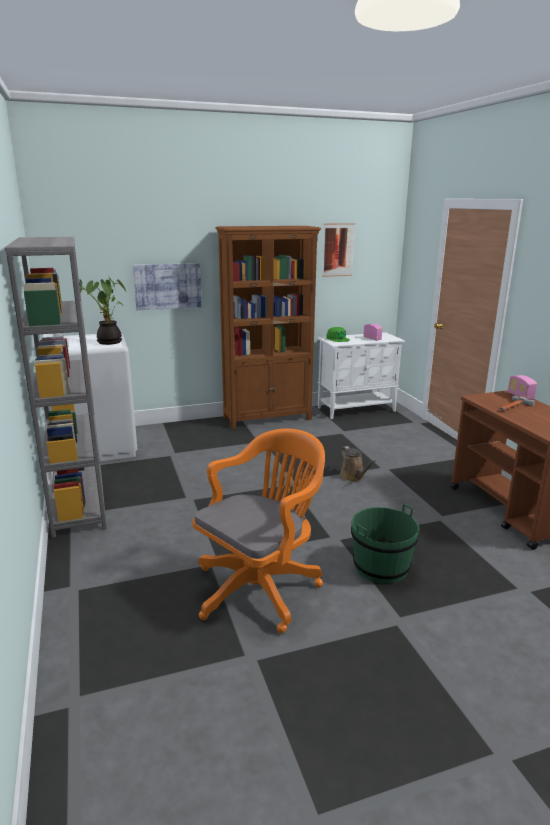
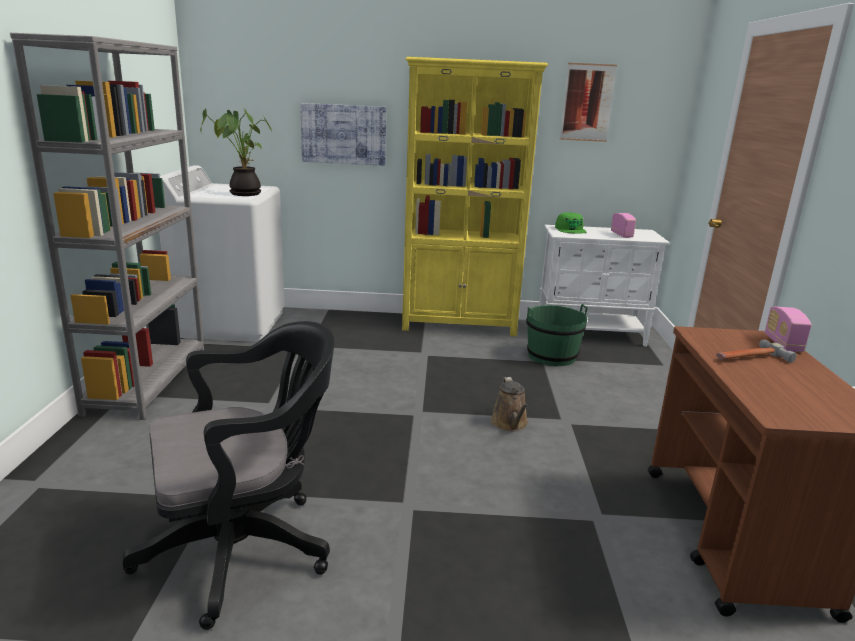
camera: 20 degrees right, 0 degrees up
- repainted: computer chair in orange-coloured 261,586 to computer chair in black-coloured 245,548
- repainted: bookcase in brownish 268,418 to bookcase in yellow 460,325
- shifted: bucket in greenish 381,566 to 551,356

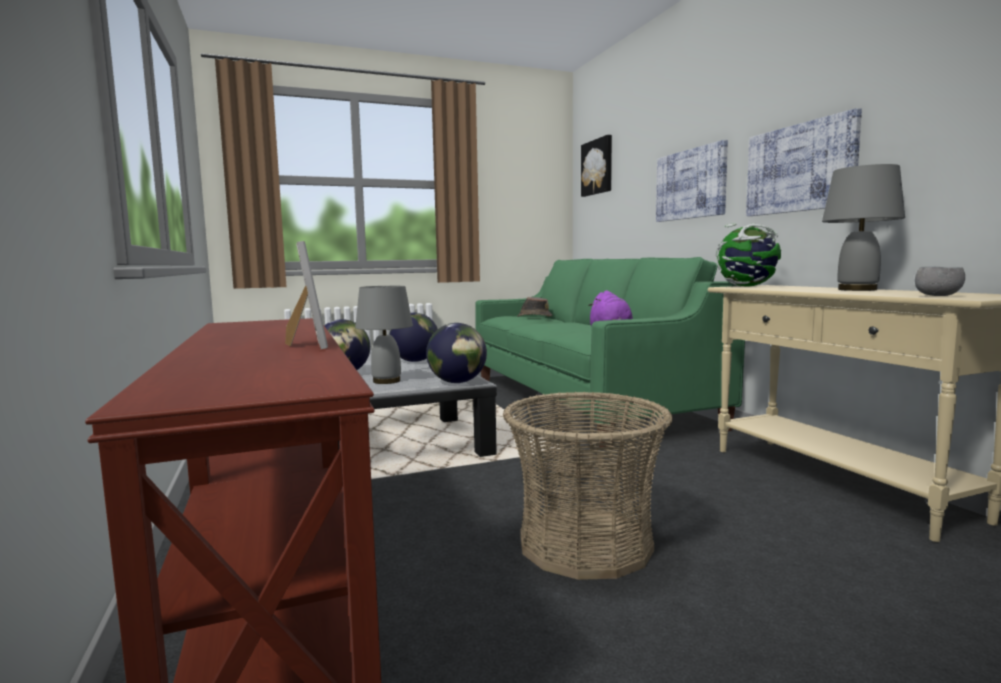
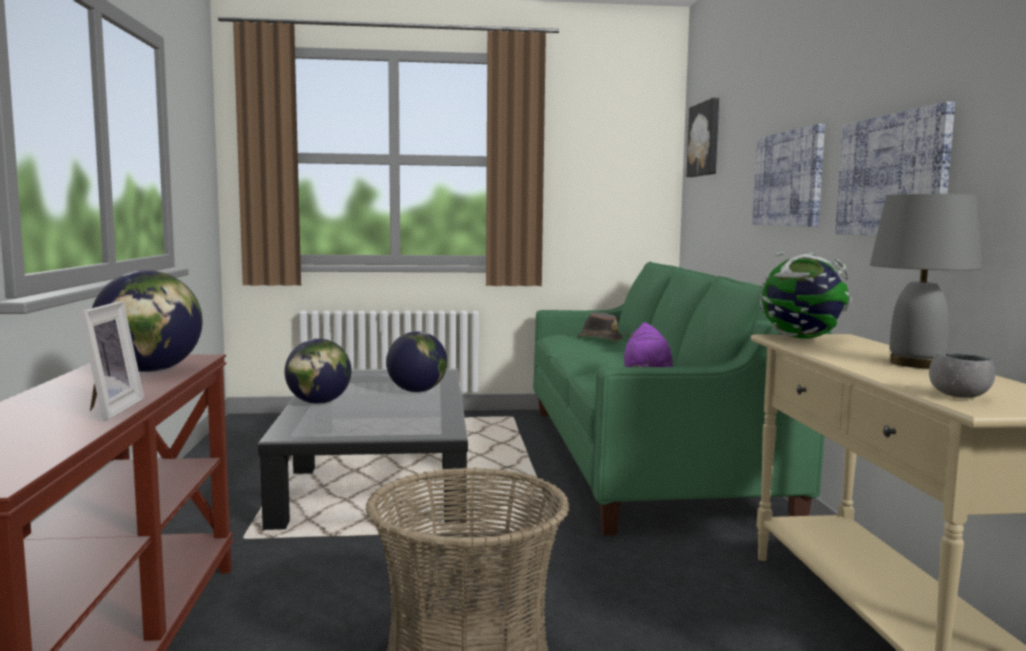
camera: 15 degrees right, 0 degrees up
- gone: tabletop lamp in gray 387,381
- shifted: globe 457,382 to 150,371

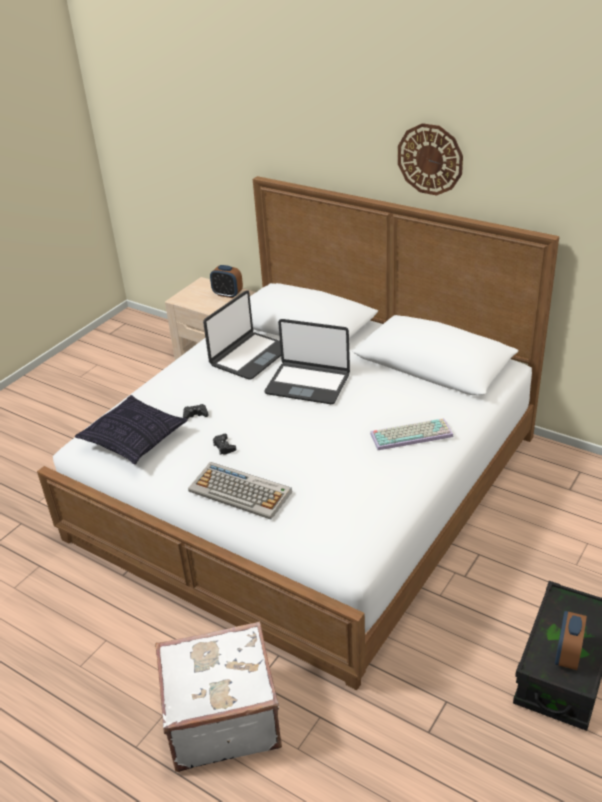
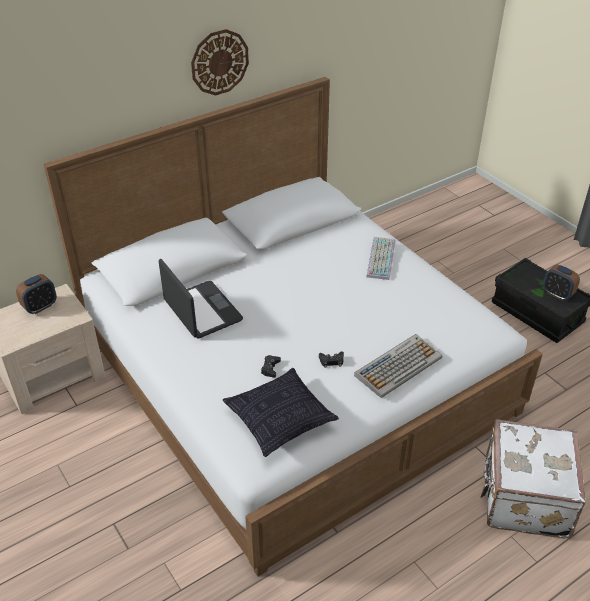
camera: 70 degrees left, 5 degrees up
- gone: notebook computer 308,383

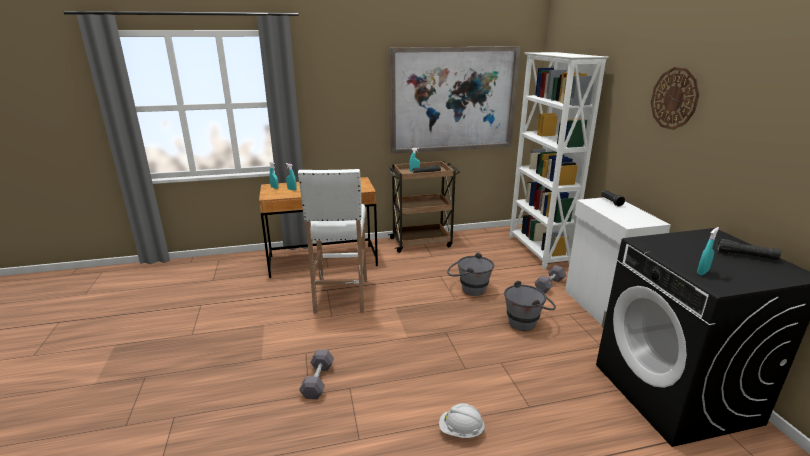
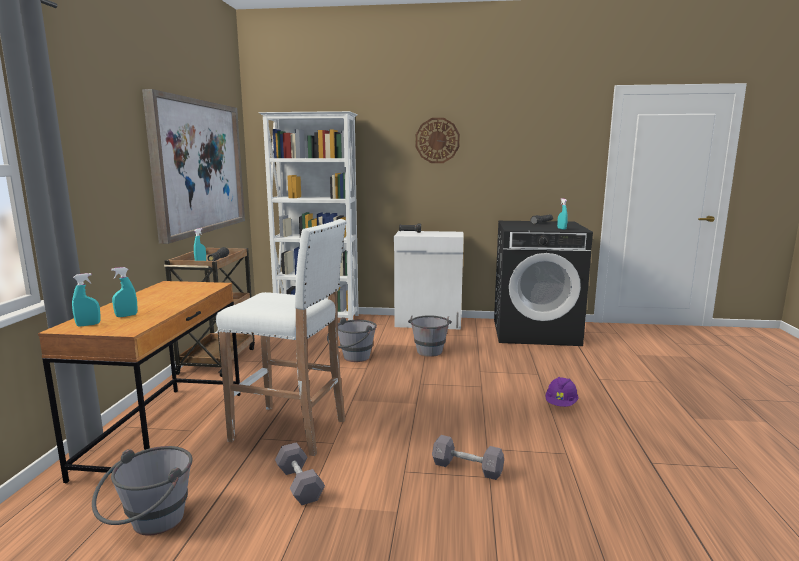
camera: 70 degrees left, 10 degrees down
- repainted: work helmet in whitish 461,431 to work helmet in purple-coloured 561,404
- shifted: hand weight in gray 549,285 to 299,484
- new: bucket in gray 150,526

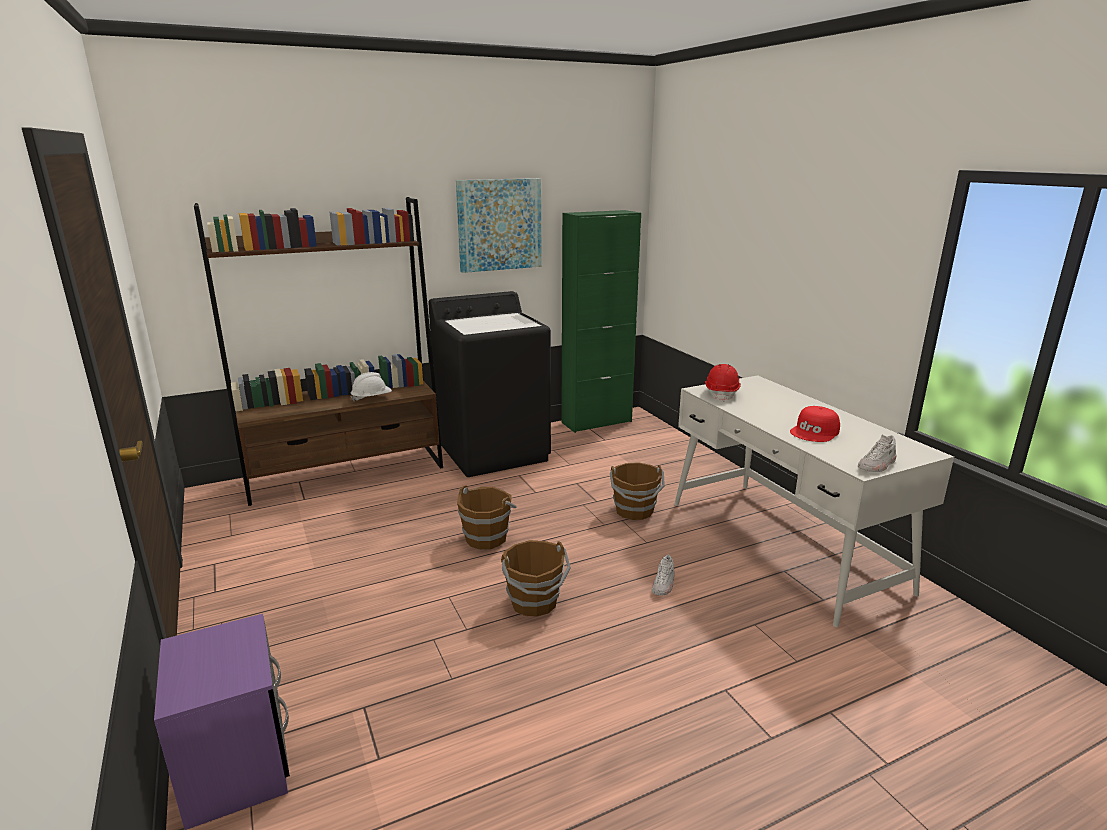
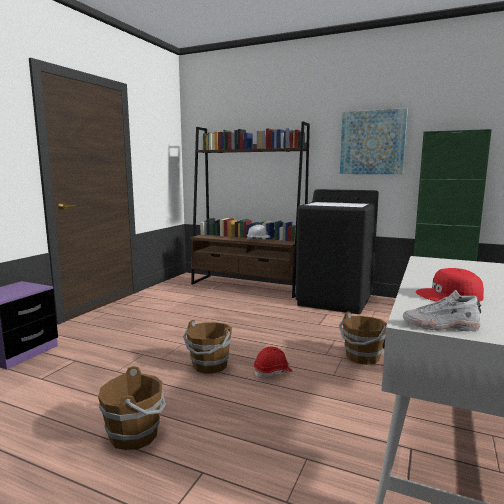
camera: 50 degrees right, 10 degrees down
- shifted: bucket in brownish 486,538 to 135,434
- gone: shoe in whitish 663,584
- shifted: work helmet in red-coloured 721,393 to 273,372

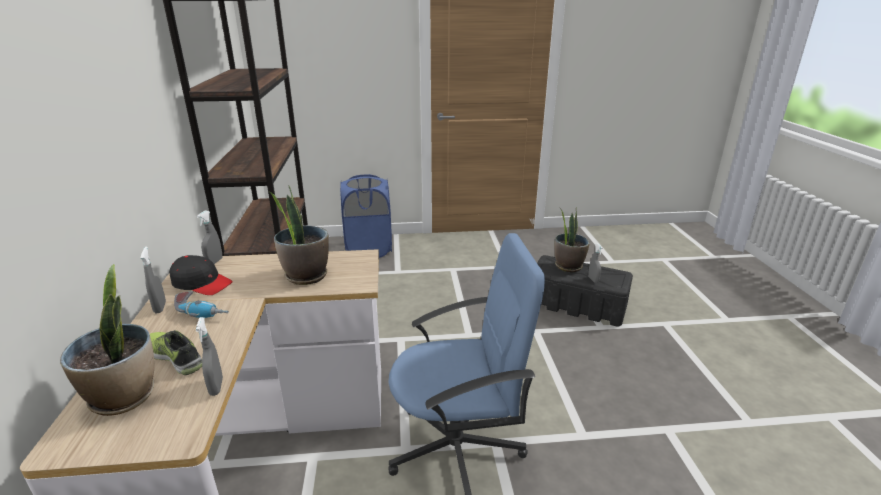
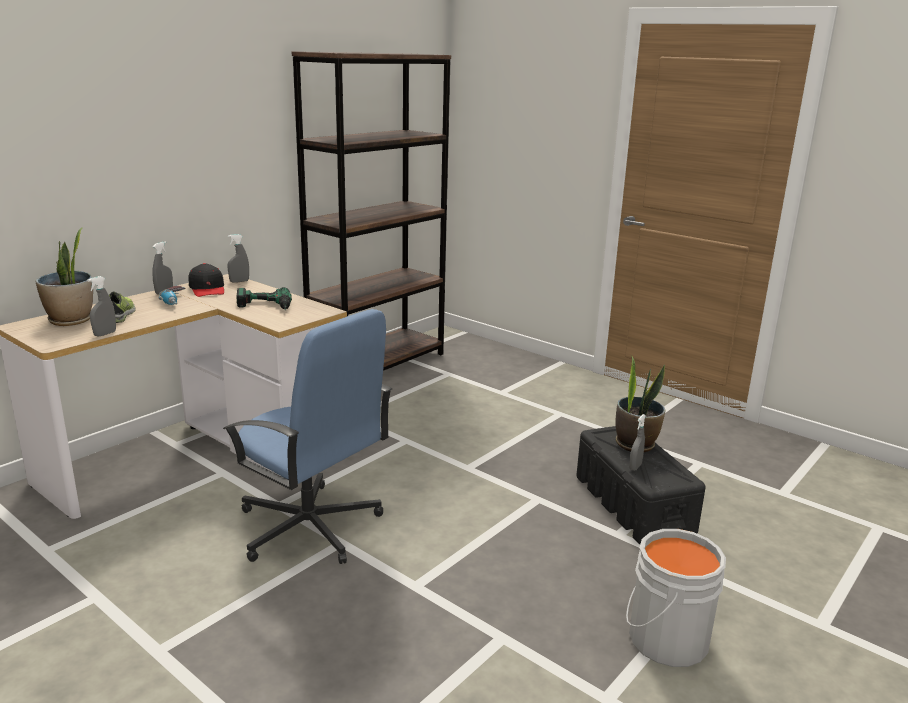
camera: 45 degrees right, 5 degrees down
- swapped: houseplant 306,275 to drill 264,307
- gone: laundry basket in bluish 369,249
- new: bucket in gray 663,638

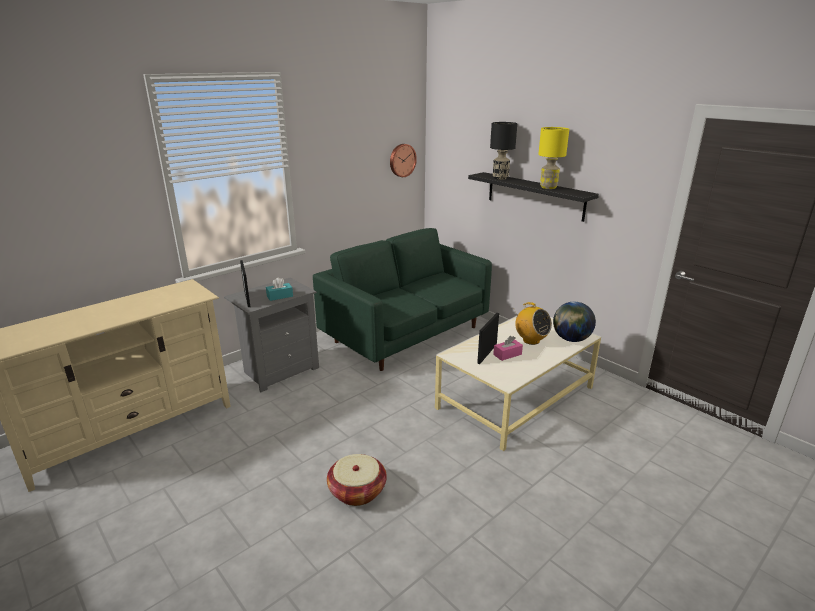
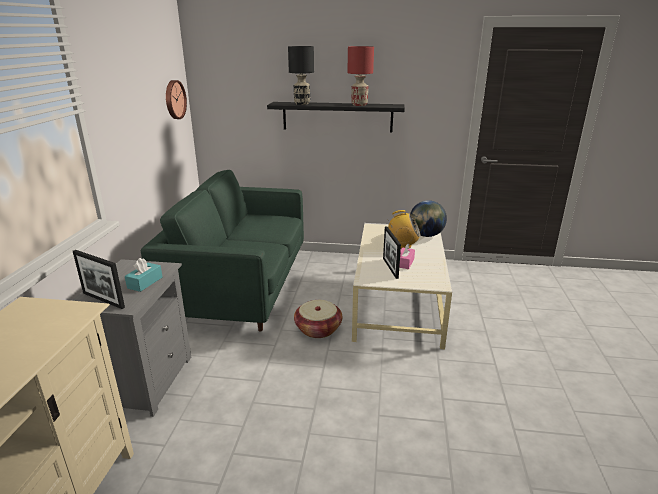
camera: 40 degrees left, 0 degrees up
- shifted: household basket 357,491 to 318,329
- repainted: tabletop lamp in yellow 548,187 to tabletop lamp in red-coloured 359,105

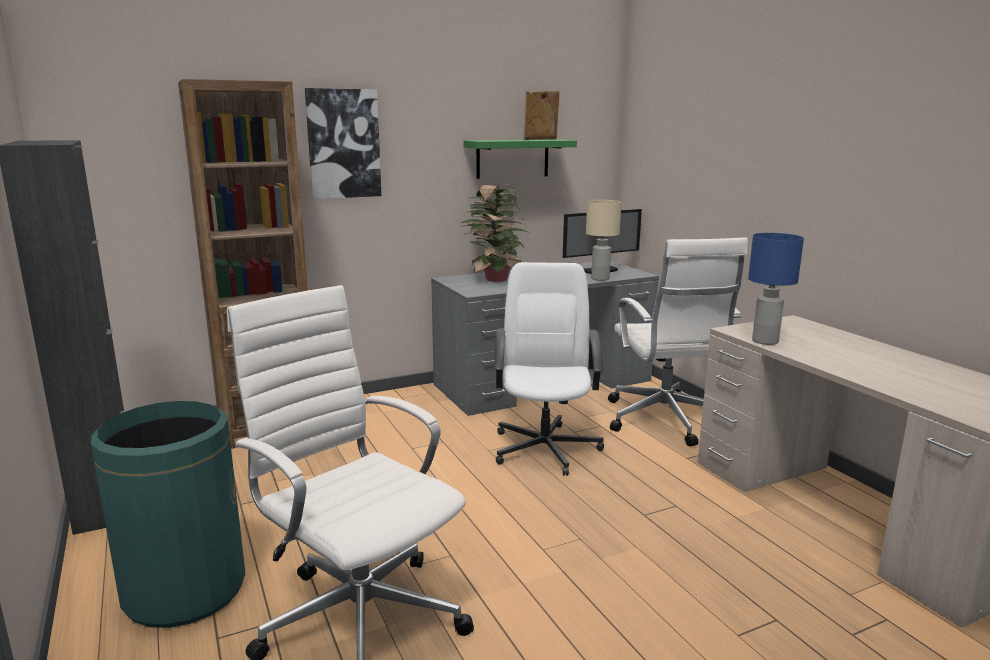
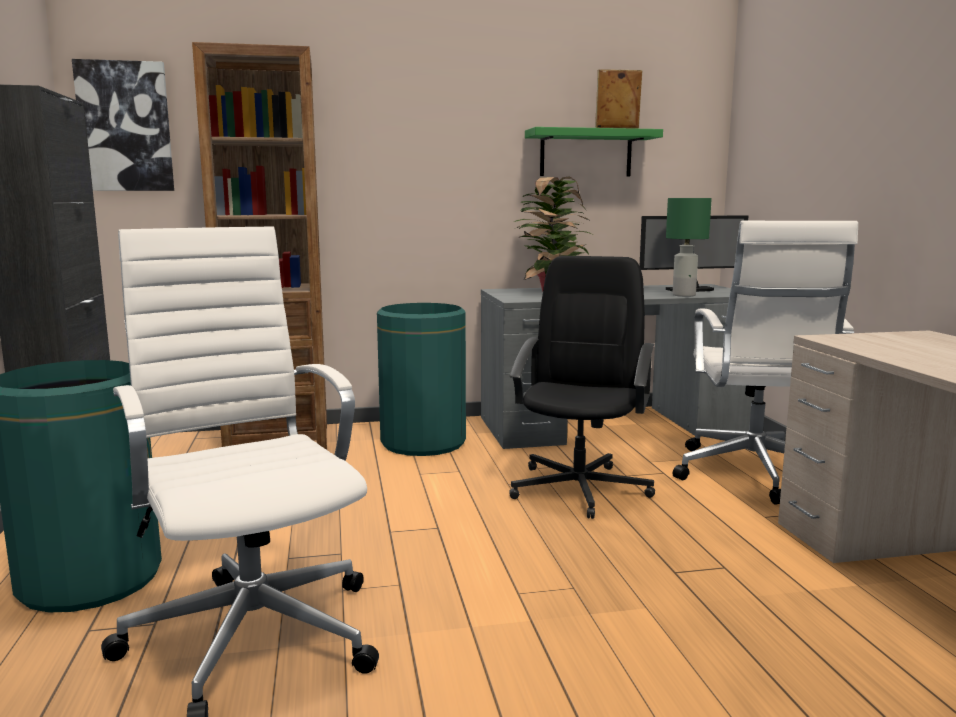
camera: 15 degrees right, 5 degrees down
- shifted: wall picture 343,144 to 125,127
- repainted: computer chair in whitish 545,448 to computer chair in black-coloured 580,488
- repainted: tabletop lamp in beige-coloured 600,278 to tabletop lamp in greenish 683,295
- gone: tabletop lamp in bluish 764,341
- new: rubbish bin in greenish 423,442

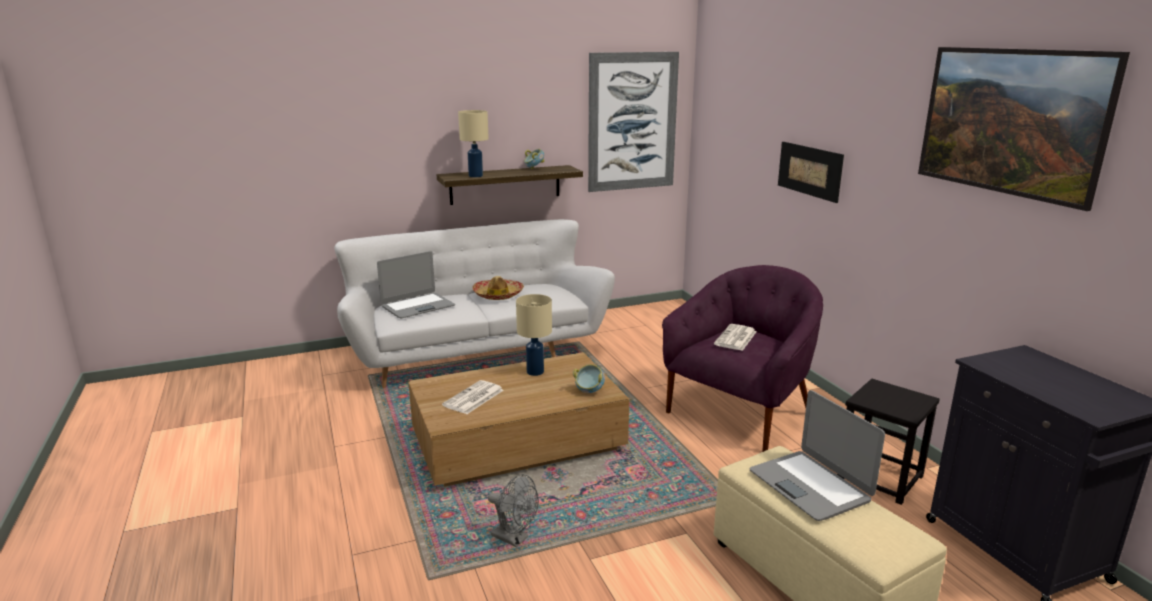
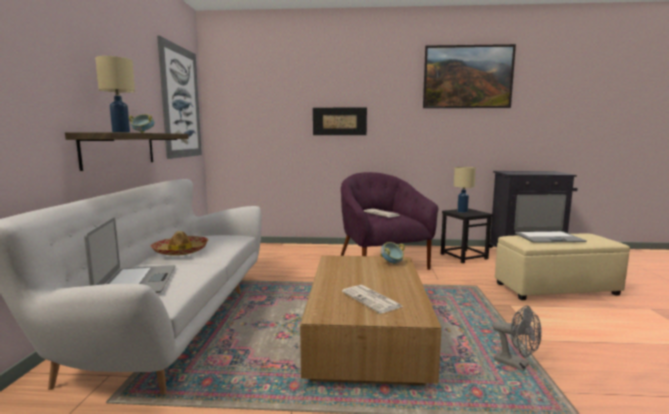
camera: 65 degrees left, 10 degrees down
- rotated: fan in gray 514,539 = 516,364 75 degrees clockwise
- shifted: tabletop lamp in beige-coloured 534,372 to 462,211

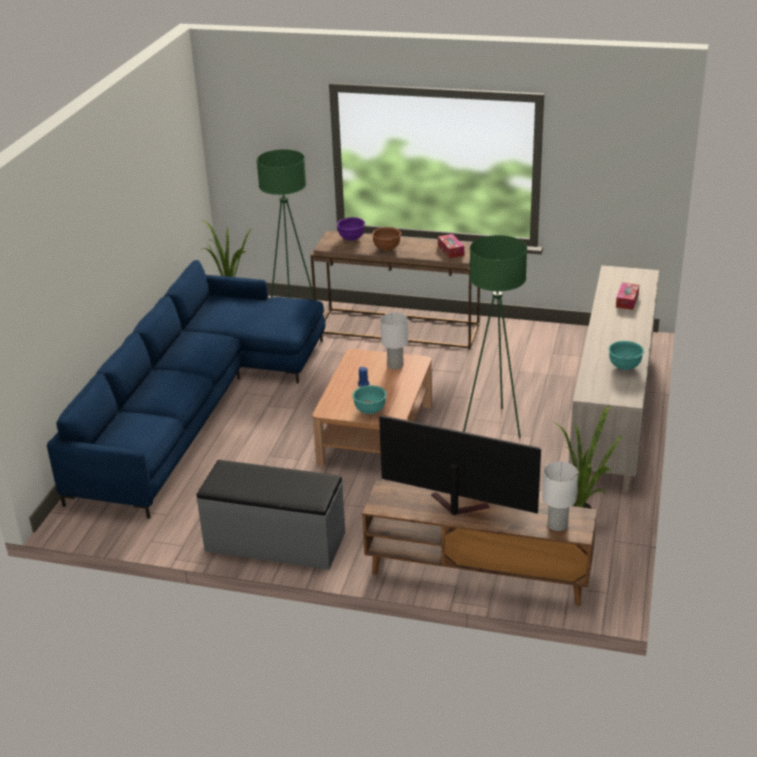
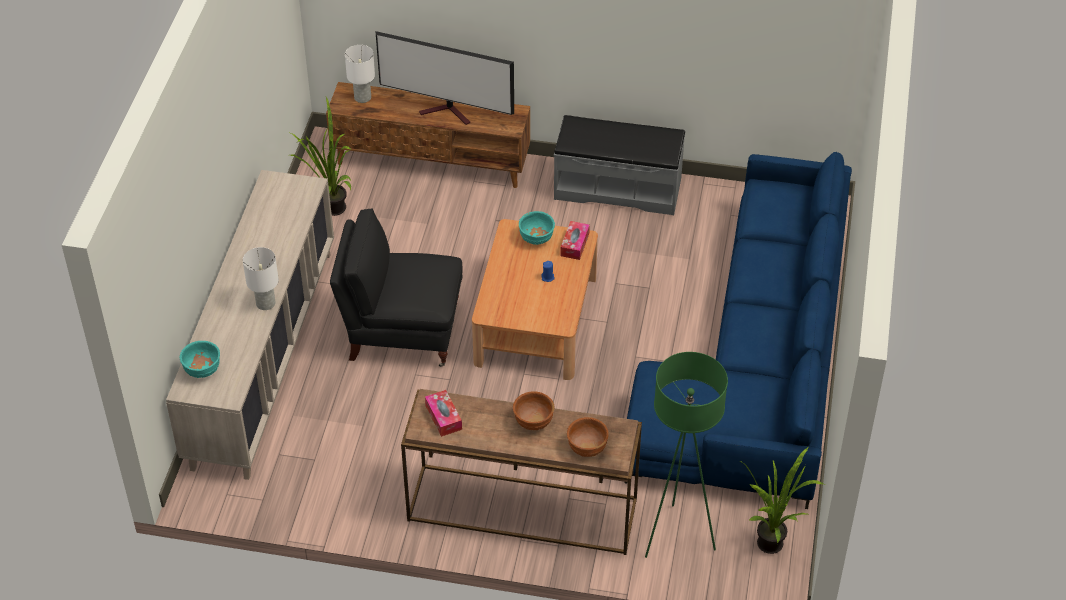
camera: 175 degrees right, 15 degrees up
- repainted: bowl in purple-coloured 351,238 to bowl in brownish 587,448
- shifted: tabletop lamp in whitish 395,365 to 266,303
- swapped: floor lamp in greenish 494,425 to easy chair in black-coloured 402,333
- shifted: bowl in blue-green 624,367 to 203,370
- shifted: box of tissues 627,301 to 574,244

